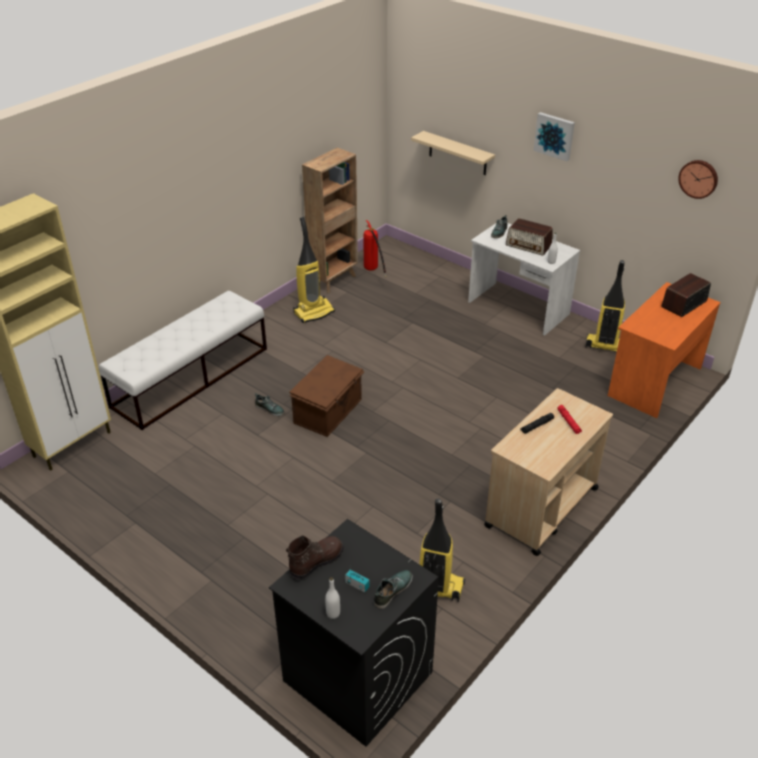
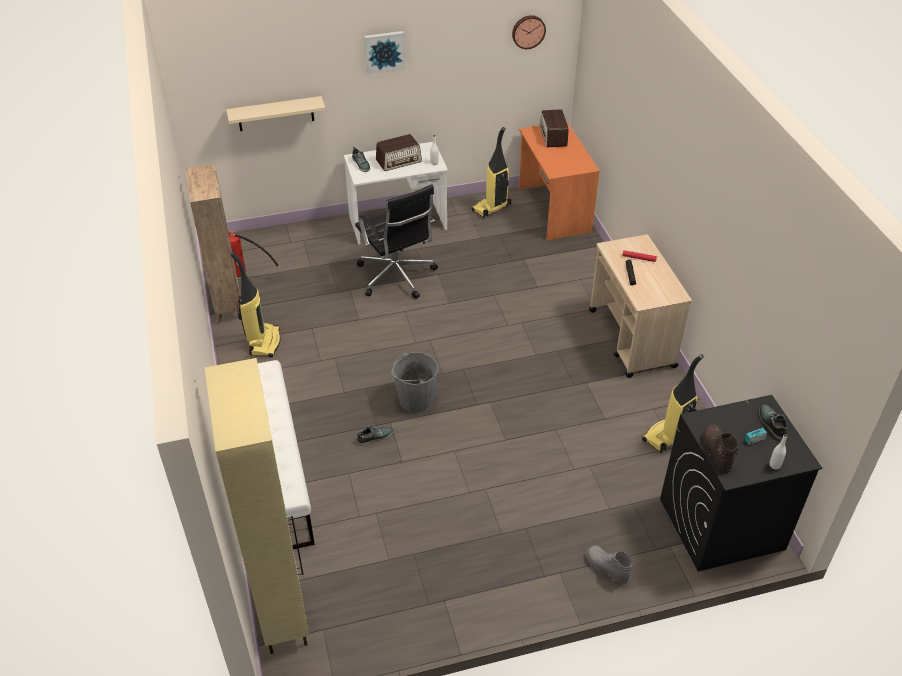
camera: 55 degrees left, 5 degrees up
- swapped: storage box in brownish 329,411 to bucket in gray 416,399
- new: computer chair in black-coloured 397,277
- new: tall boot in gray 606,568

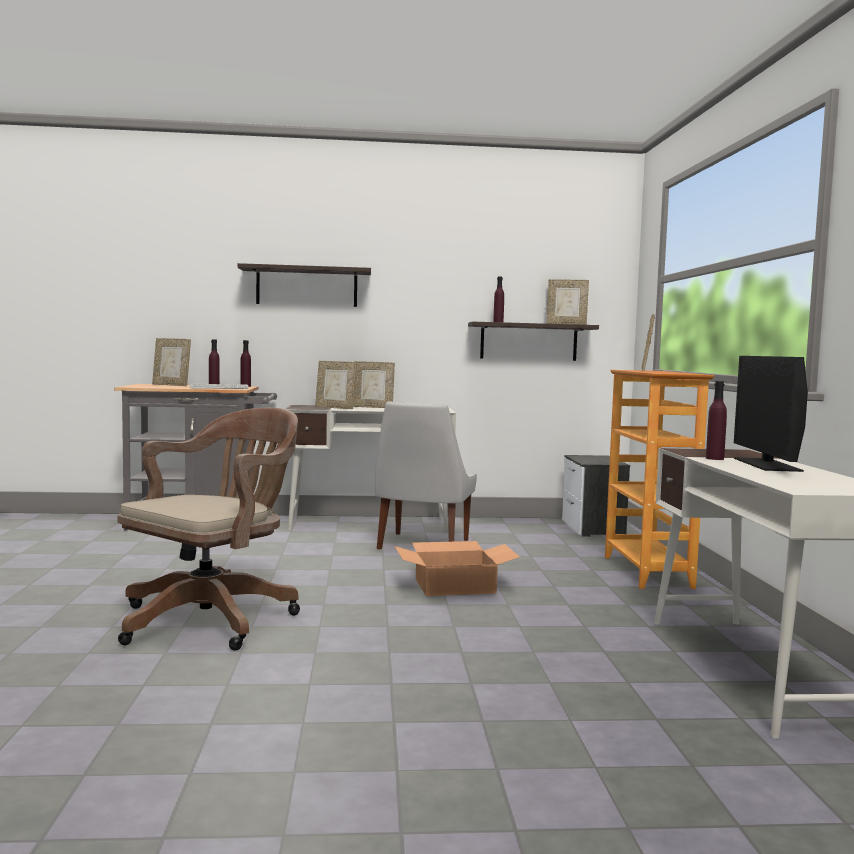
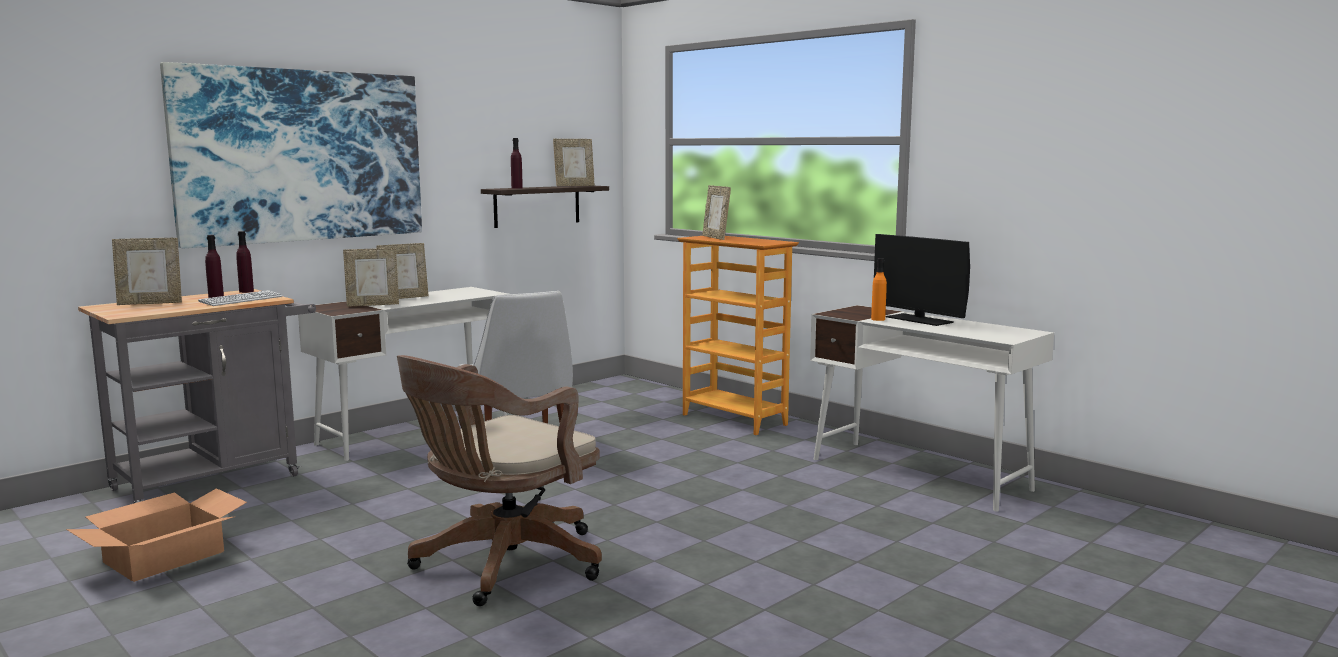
camera: 40 degrees left, 5 degrees up
- rotated: computer chair in brownish 214,618 = 502,565 135 degrees counterclockwise
- swapped: bracket shelf 307,287 to wall picture 302,156
- shifted: cardboard box 454,586 to 164,557
- gone: night table 592,529
- repainted: drink bottle in purple-coloured 714,458 to drink bottle in orange-coloured 878,319

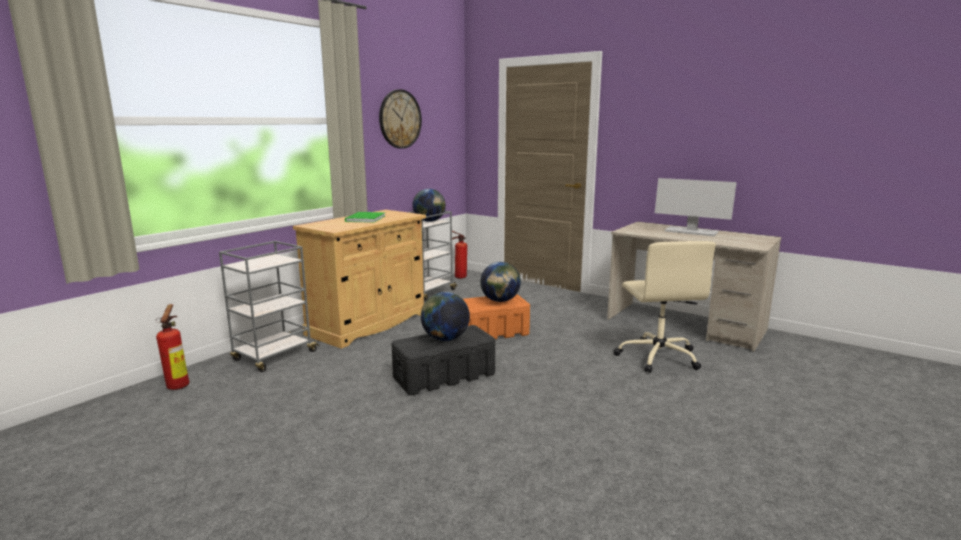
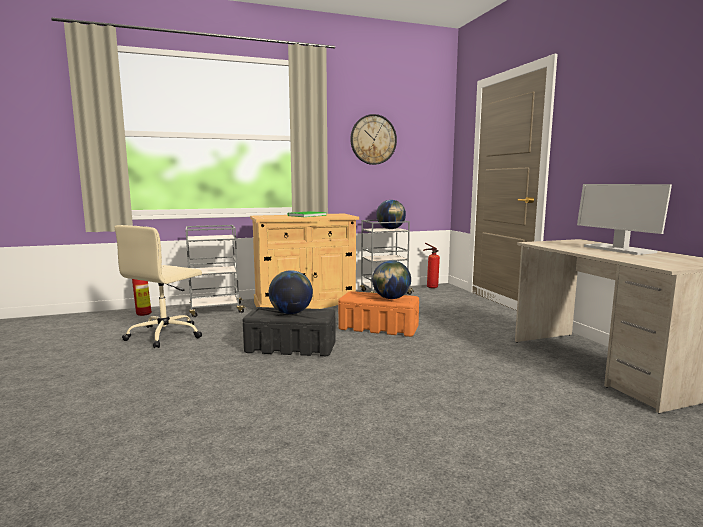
camera: 35 degrees right, 5 degrees down
- shifted: computer chair in beige-coloured 657,356 to 166,335

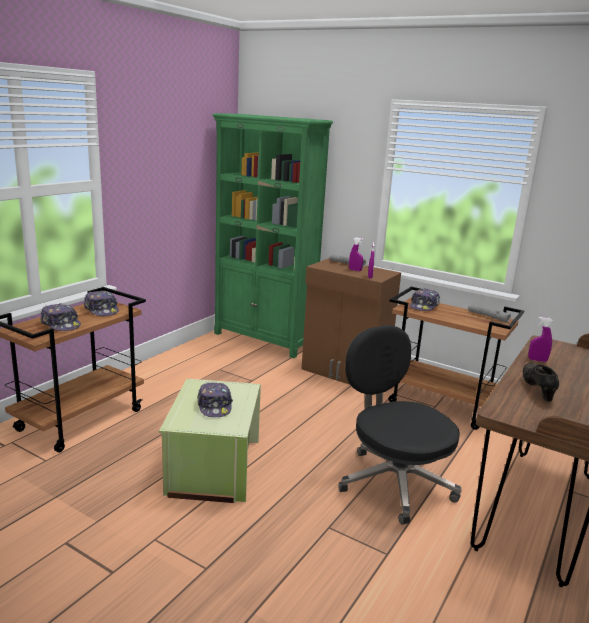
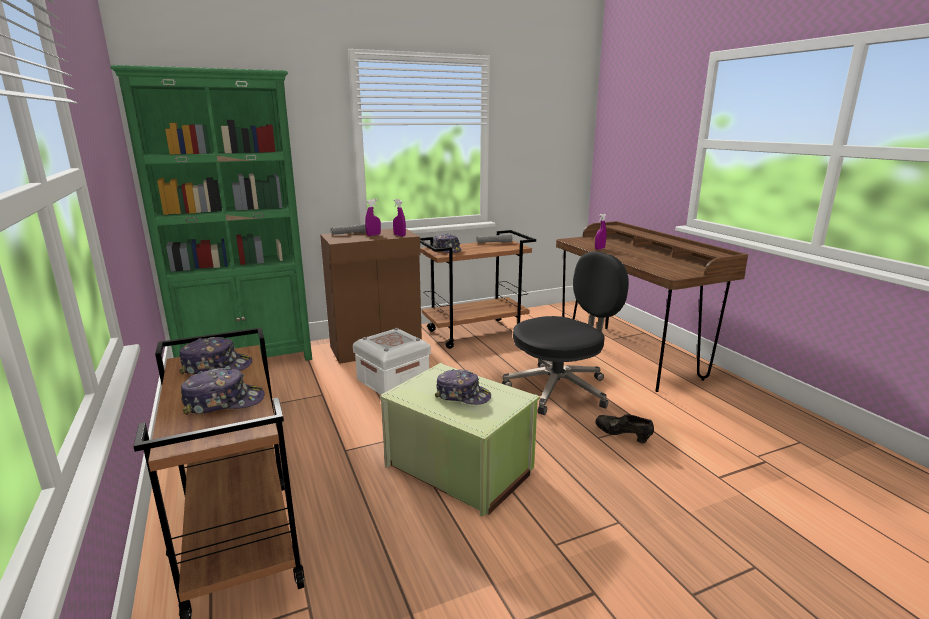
camera: 55 degrees left, 0 degrees up
- rotated: computer chair in black-coloured 394,482 = 560,389 150 degrees clockwise
- shifted: shoe in black-coloured 537,390 to 622,436
- new: storage box in whitish 393,380

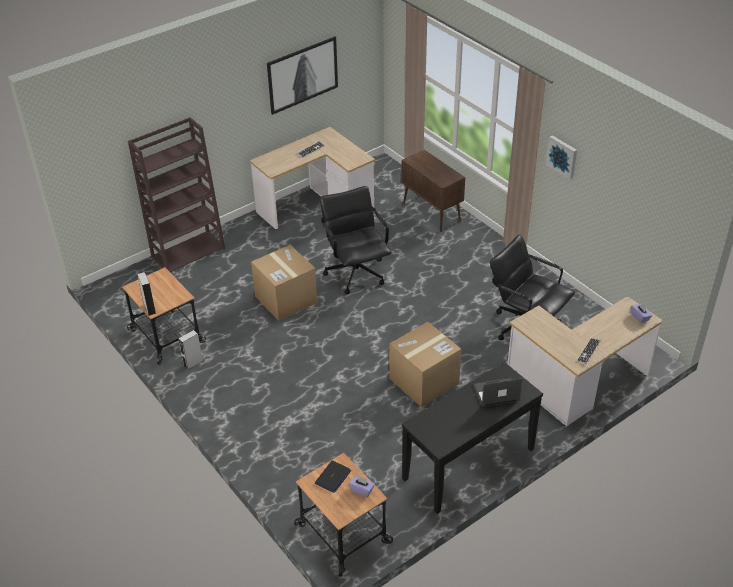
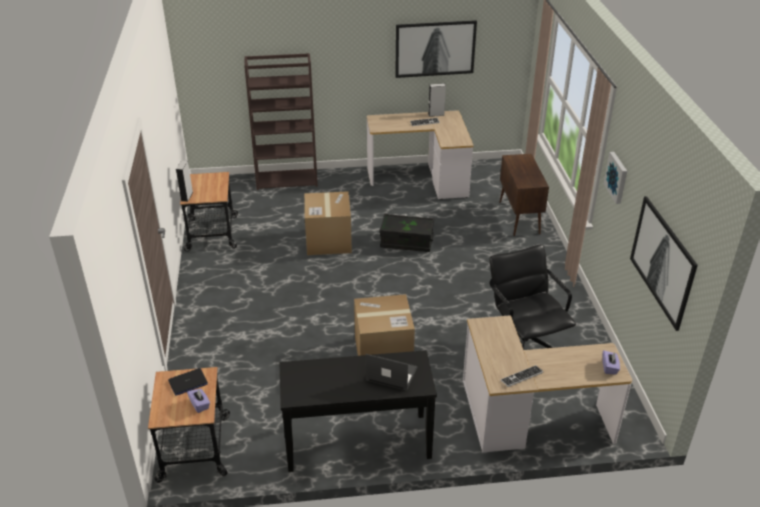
camera: 30 degrees right, 5 degrees down
- shifted: audio speaker in gray 193,363 to 436,114
- swapped: computer chair in black-coloured 356,273 to storage box in black-coloured 406,242
- new: wall picture 663,261

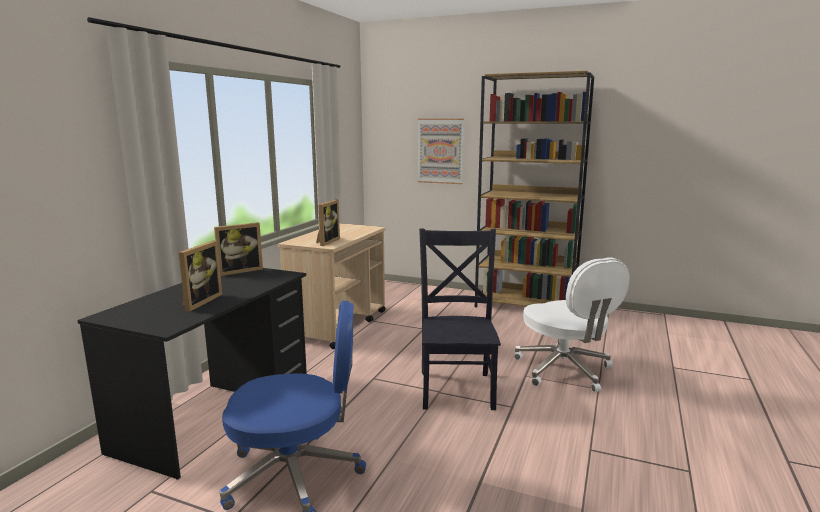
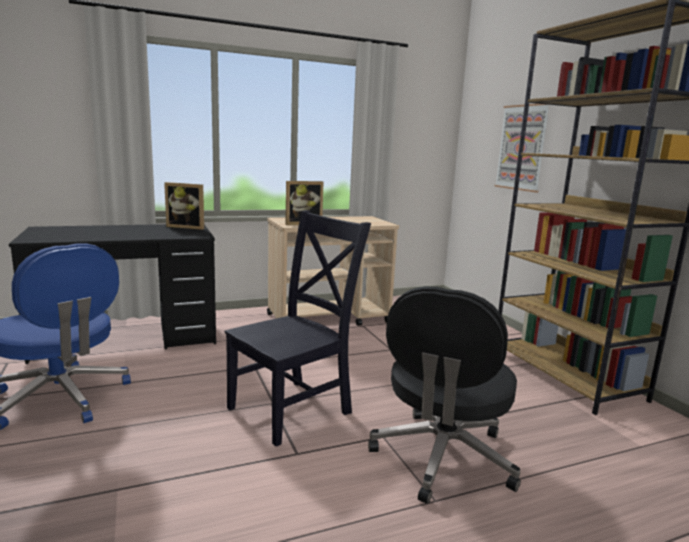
camera: 45 degrees right, 0 degrees up
- gone: standing frame 199,302
- repainted: computer chair in whitish 564,370 to computer chair in black-coloured 442,458

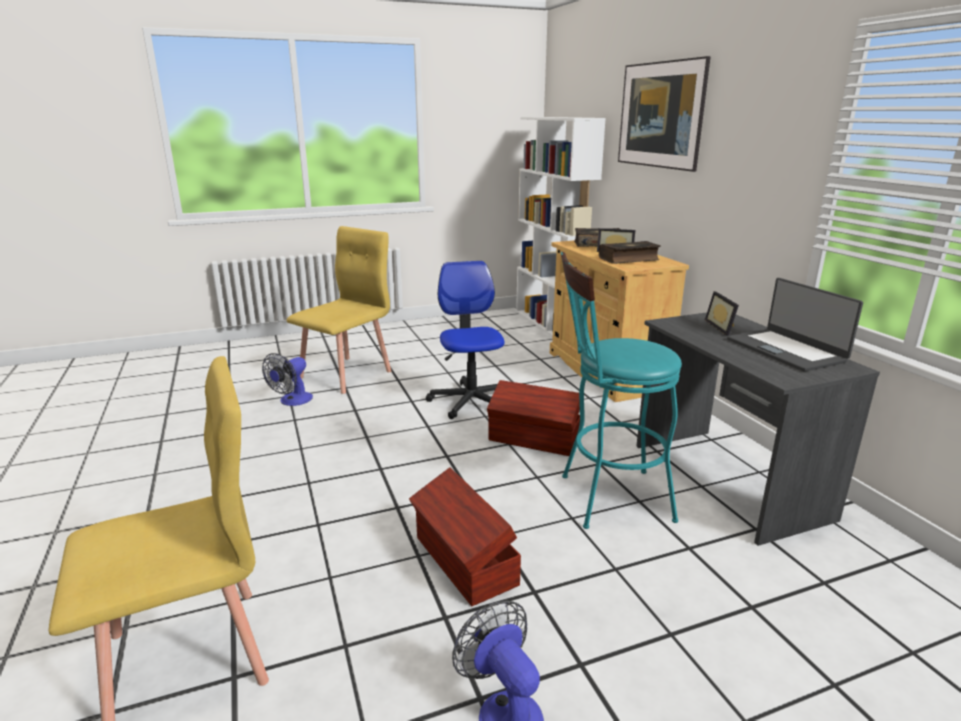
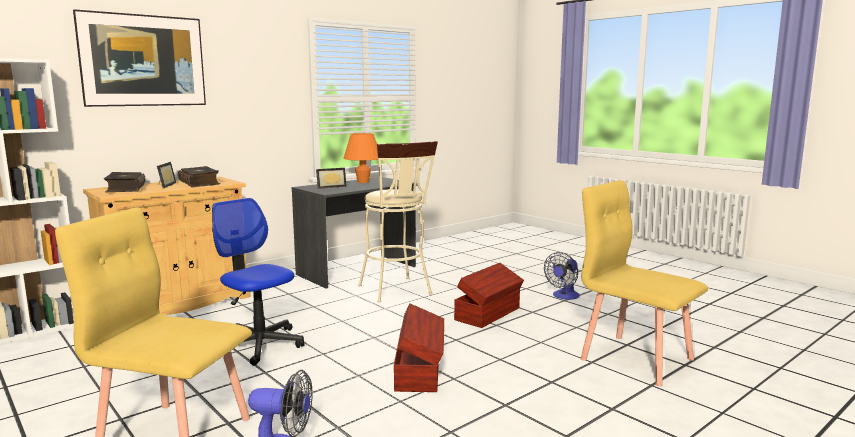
camera: 110 degrees left, 10 degrees down
- rotated: computer chair 471,401 = 259,345 75 degrees clockwise
- shifted: storage box in brownish 534,440 to 419,370
- repainted: stool seat in blue-green 606,498 to stool seat in beige-coloured 397,291
- swapped: notebook computer 786,350 to tabletop lamp in orange-coloured 363,182

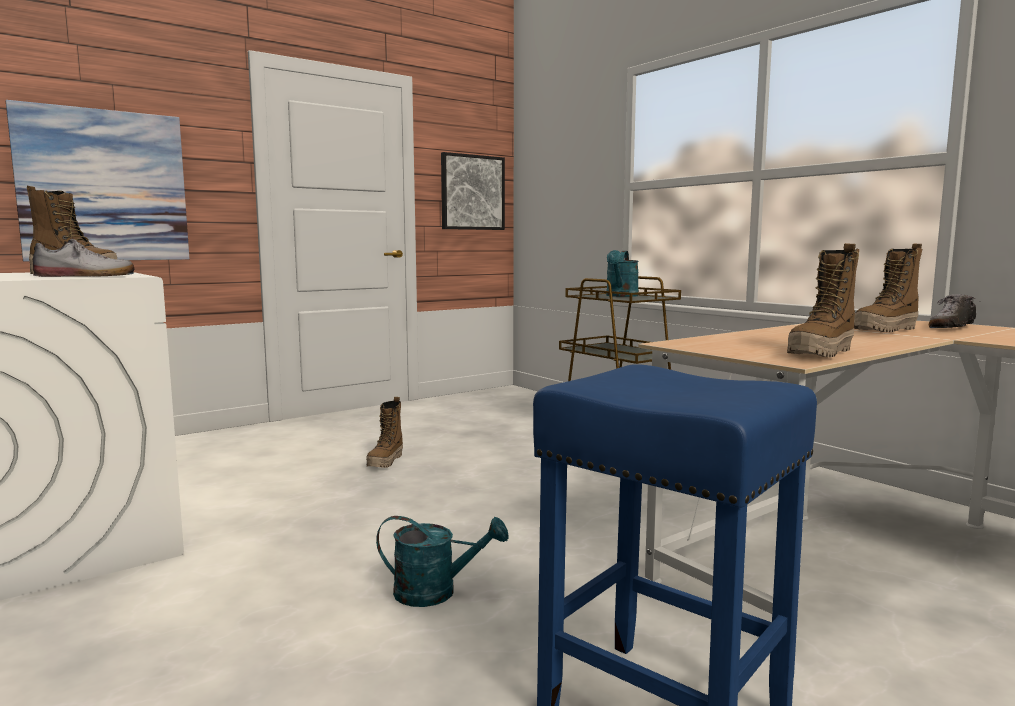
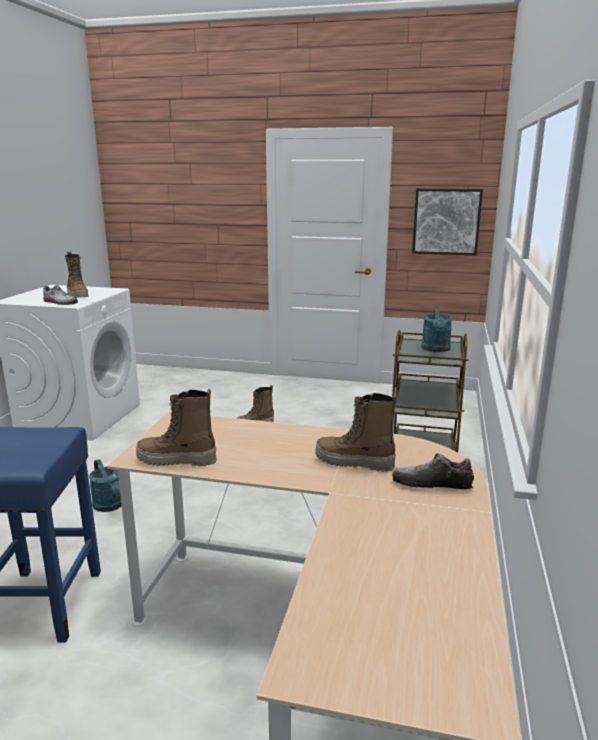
camera: 50 degrees right, 10 degrees up
- gone: wall picture 104,186
- rotated: watering pot in blue-green 621,296 = 436,349 60 degrees counterclockwise

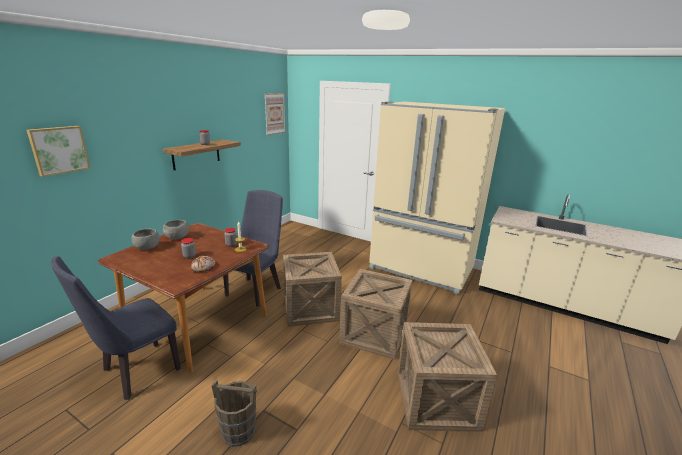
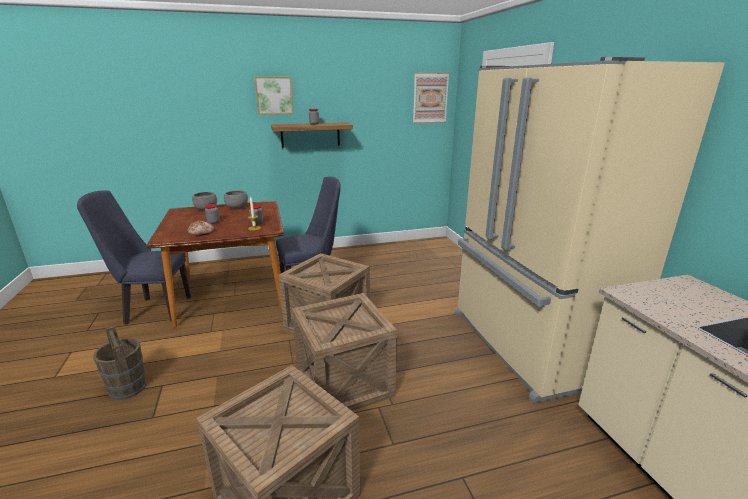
camera: 45 degrees right, 0 degrees up
- shifted: wall picture 59,150 to 274,95

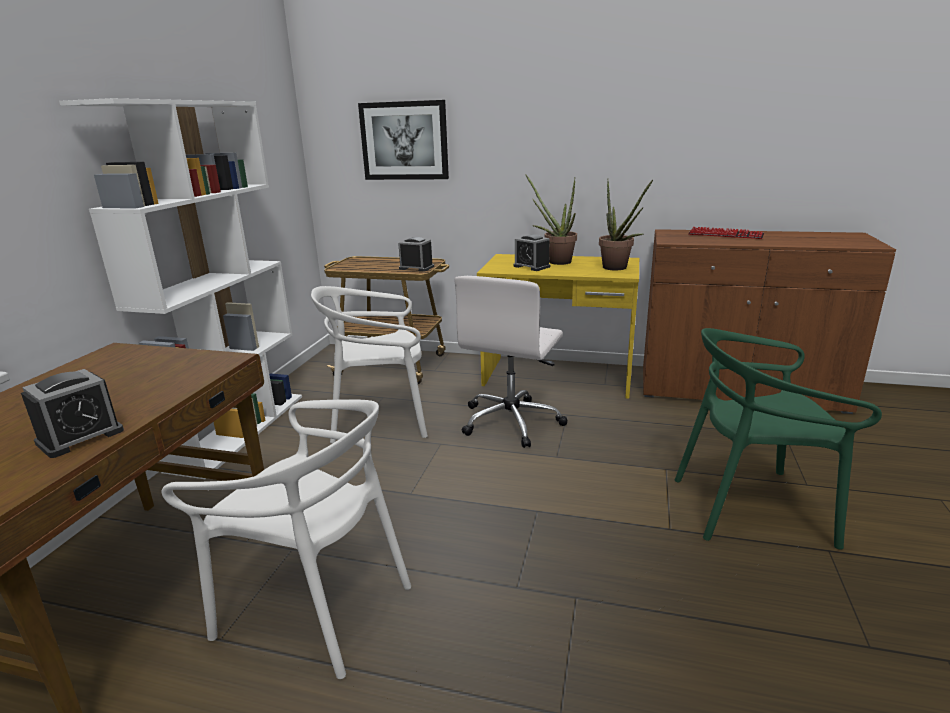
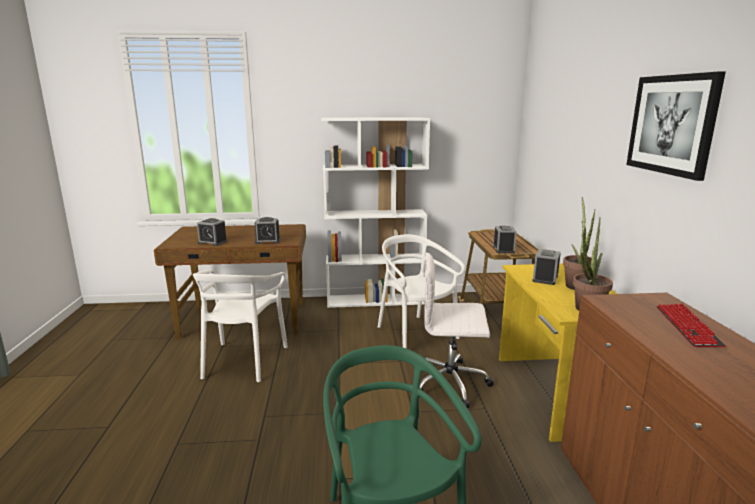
camera: 70 degrees right, 5 degrees down
- shifted: wall picture 404,141 to 672,124
- new: table clock 267,241

